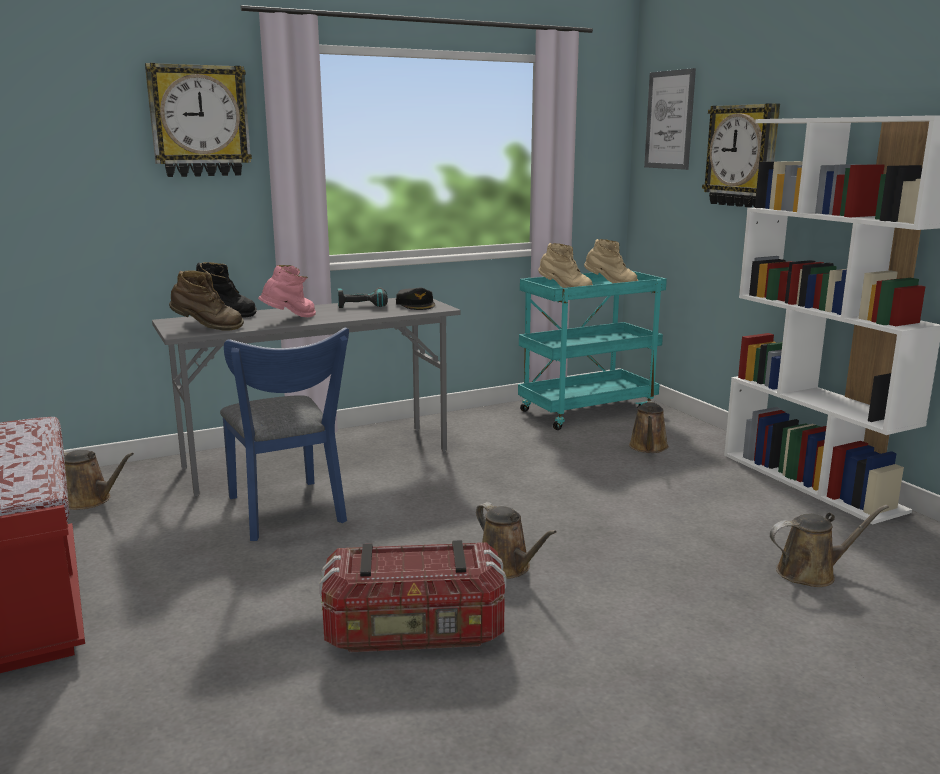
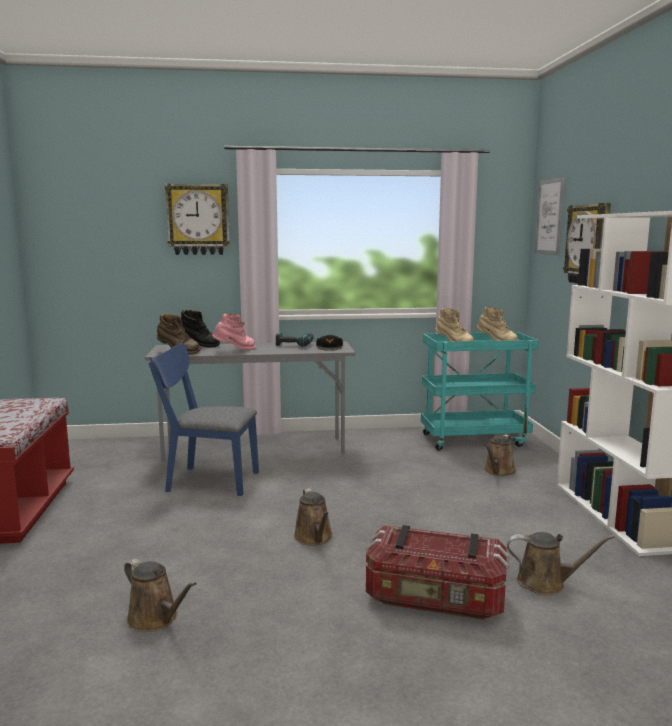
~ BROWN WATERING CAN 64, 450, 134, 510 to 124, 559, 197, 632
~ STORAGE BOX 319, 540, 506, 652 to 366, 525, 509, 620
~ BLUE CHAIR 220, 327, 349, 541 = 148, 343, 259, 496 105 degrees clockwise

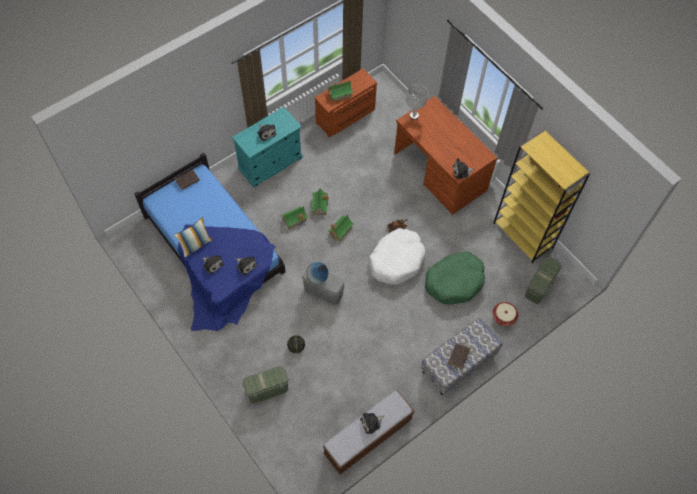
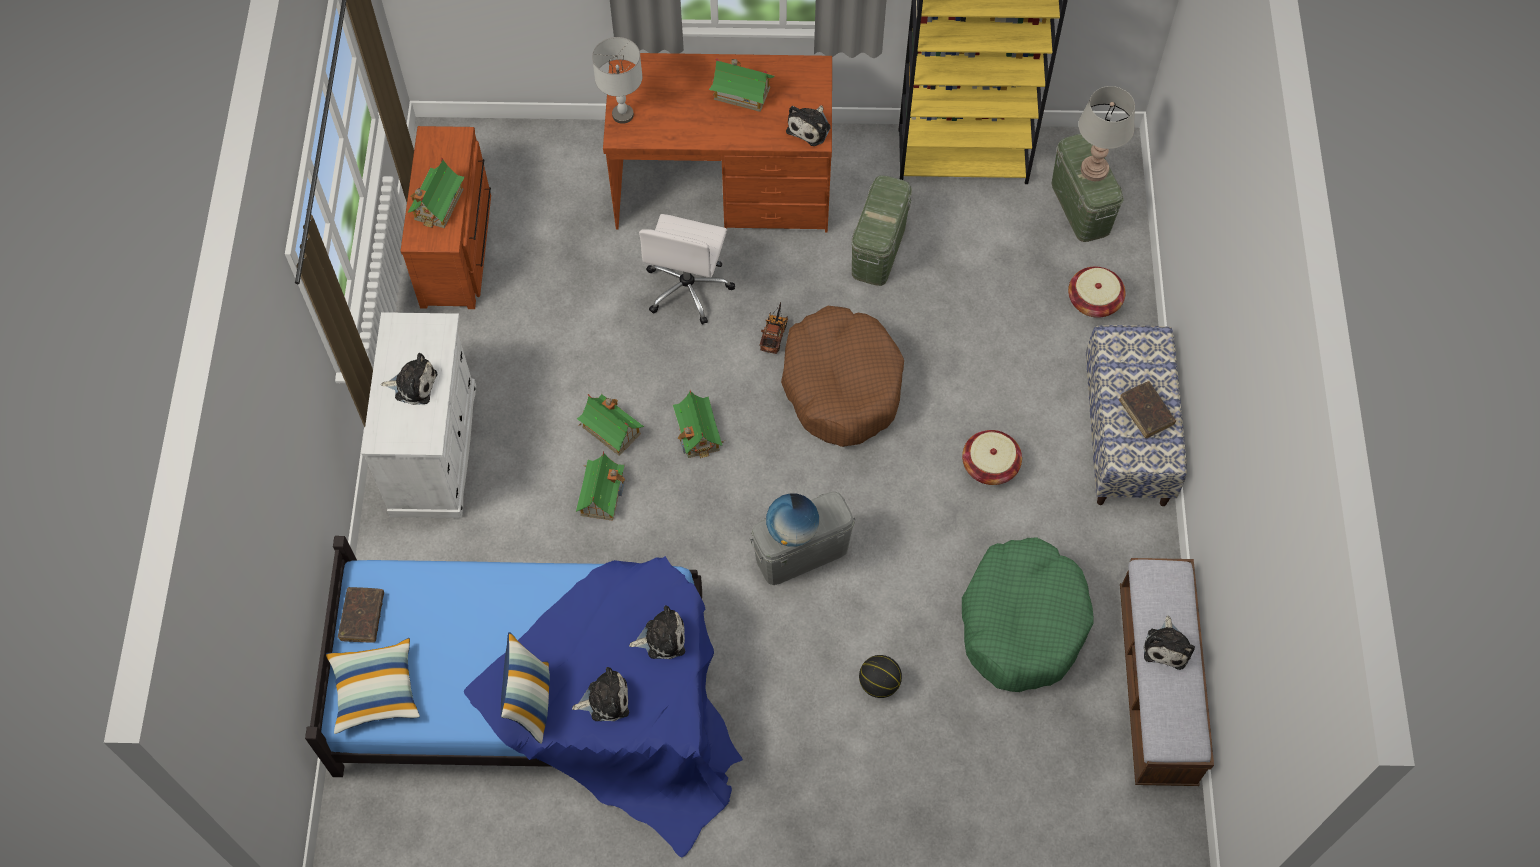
+ PILLOW 326, 638, 420, 734
+ WHITE OFFICE CHAIR 639, 214, 735, 324
+ TOY HOUSE 709, 58, 775, 112
+ BASKET 962, 430, 1022, 485
+ GREY TABLE LAMP 1078, 86, 1135, 181
~ GREEN STORAGE BOX 242, 366, 289, 404 to 851, 175, 912, 286
~ GREEN DOG BED 425, 252, 485, 305 to 962, 537, 1094, 692
~ TURQUOISE CABINET 232, 107, 303, 188 to WHITE CABINET 361, 312, 476, 518
~ WHITE DOG BED 369, 228, 426, 285 to BROWN DOG BED 781, 306, 904, 447

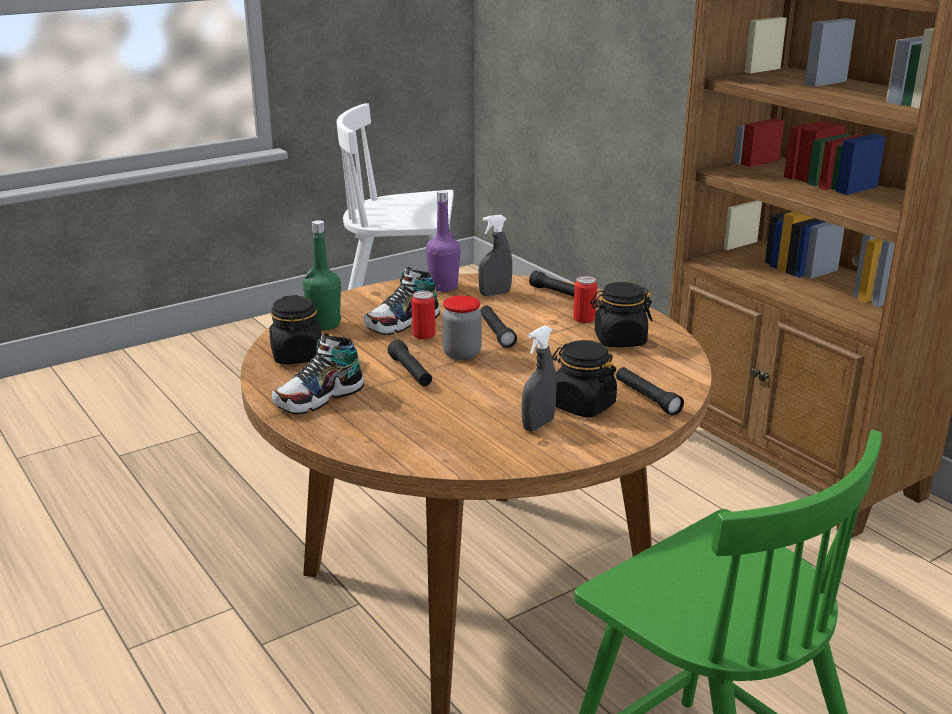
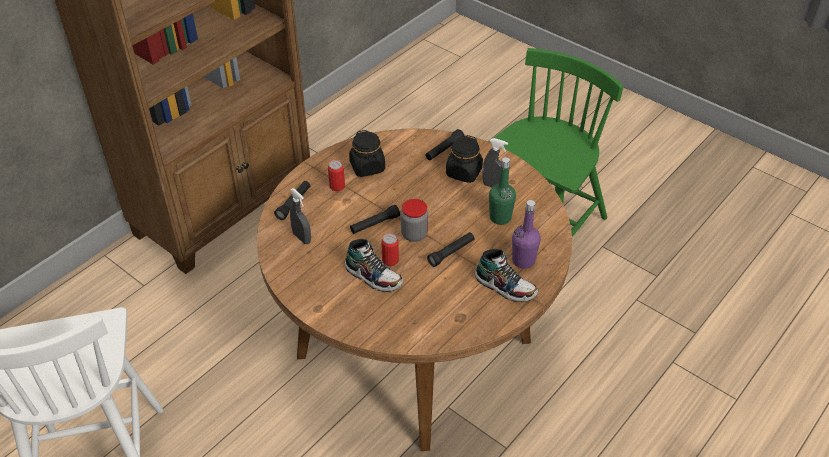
- BLACK JAR 269, 295, 322, 364
~ GREEN BOTTLE 303, 220, 341, 330 to 489, 157, 516, 225
~ PURPLE BOTTLE 426, 190, 461, 292 to 512, 200, 541, 269

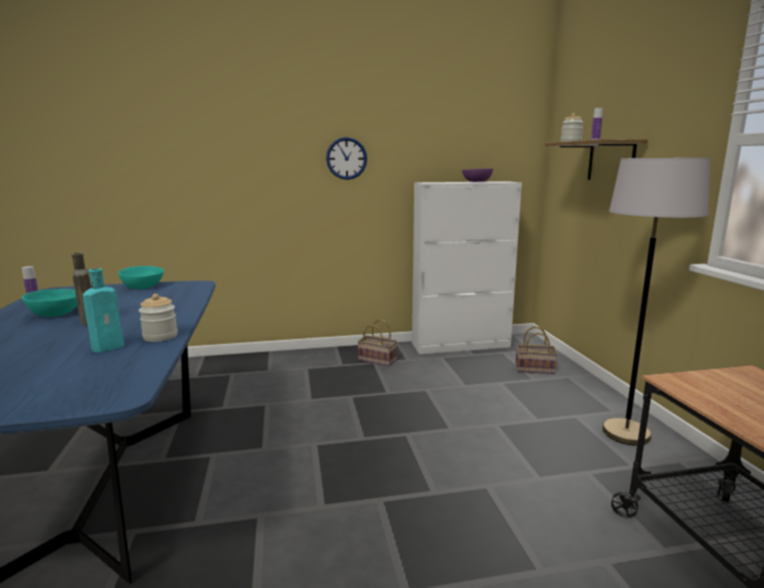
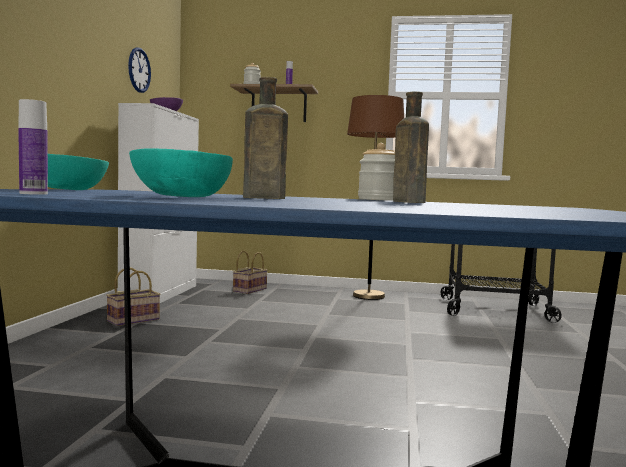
~ WALL CLOCK 326, 137, 367, 180 to 128, 47, 151, 93
~ TURQUOISE BOTTLE 83, 268, 124, 352 to BROWN BOTTLE 393, 91, 429, 203
~ GREY FLOOR LAMP 602, 158, 711, 446 to BROWN FLOOR LAMP 347, 95, 404, 300

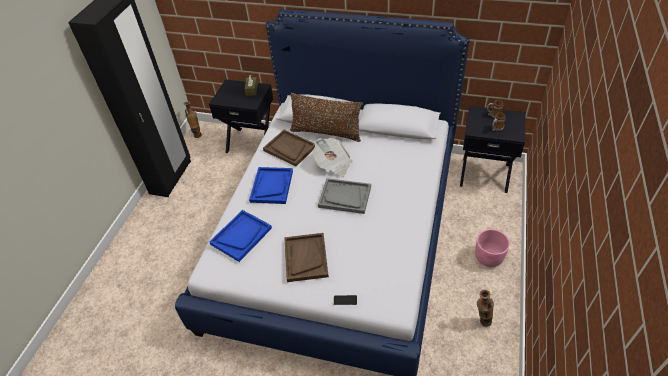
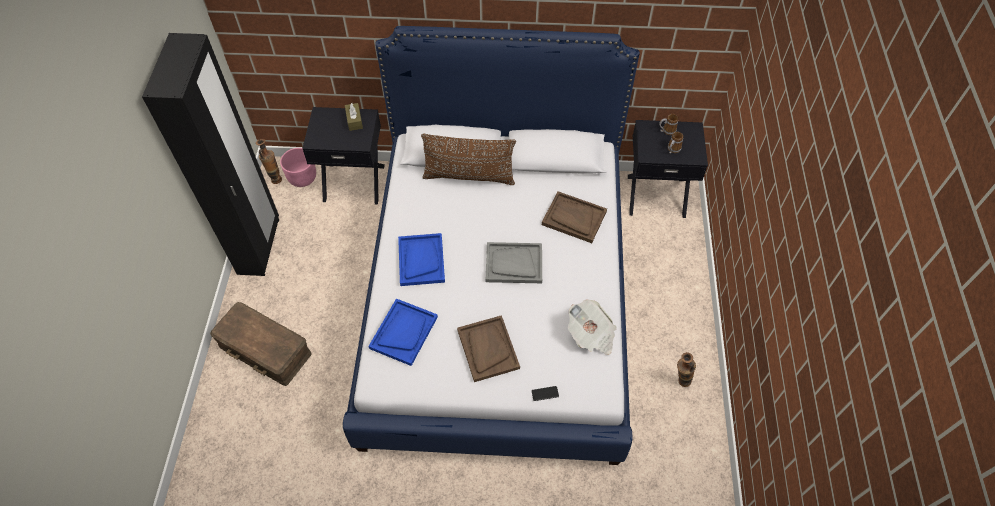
+ BROWN STORAGE BOX 210, 302, 312, 386
~ BROWN TRAY 263, 130, 315, 167 to 542, 191, 607, 243
~ NEWSPAPER 312, 138, 352, 177 to 568, 299, 617, 355
~ PINK PLANTER 475, 229, 510, 267 to 280, 148, 316, 187

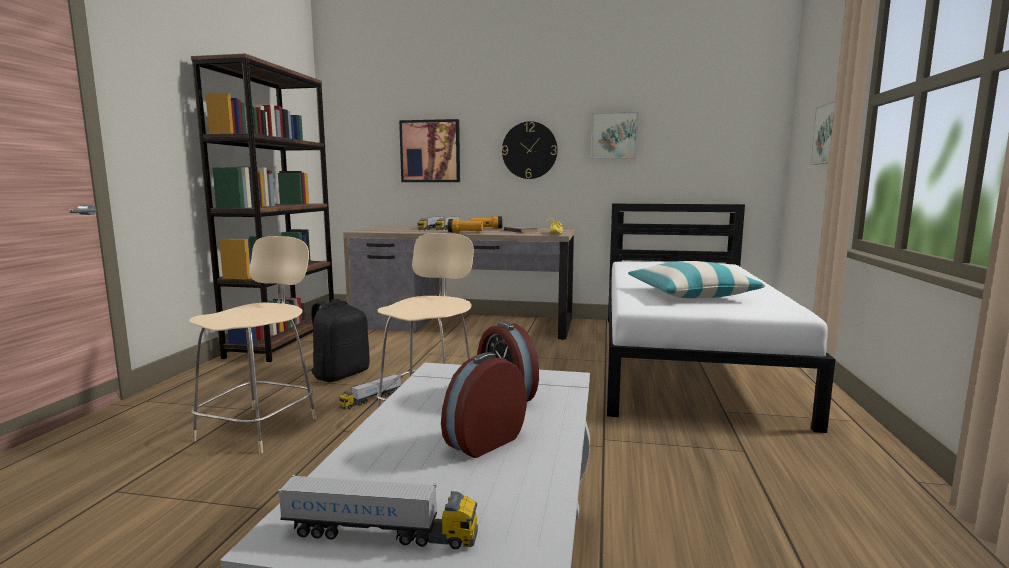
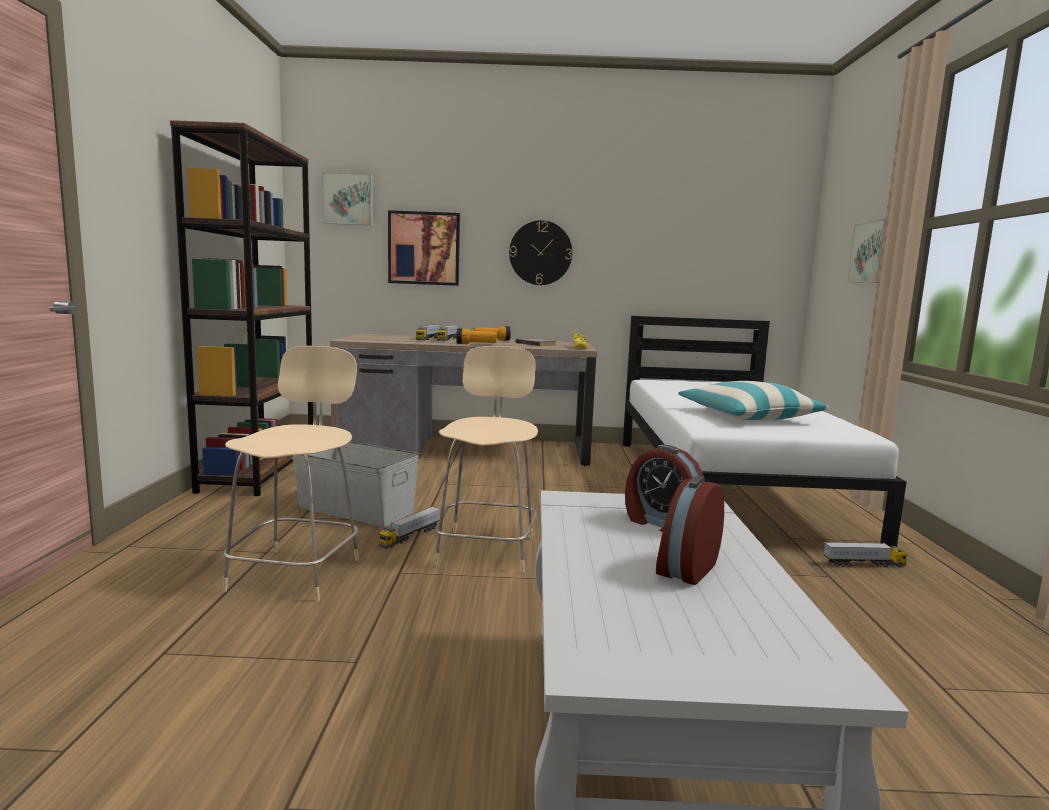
~ TOY TRUCK 278, 475, 478, 549 to 823, 542, 908, 567
~ PICTURE 591, 112, 638, 159 to 322, 172, 373, 225
~ BLACK BACKPACK 311, 299, 370, 382 to GREY STORAGE BOX 292, 441, 419, 527

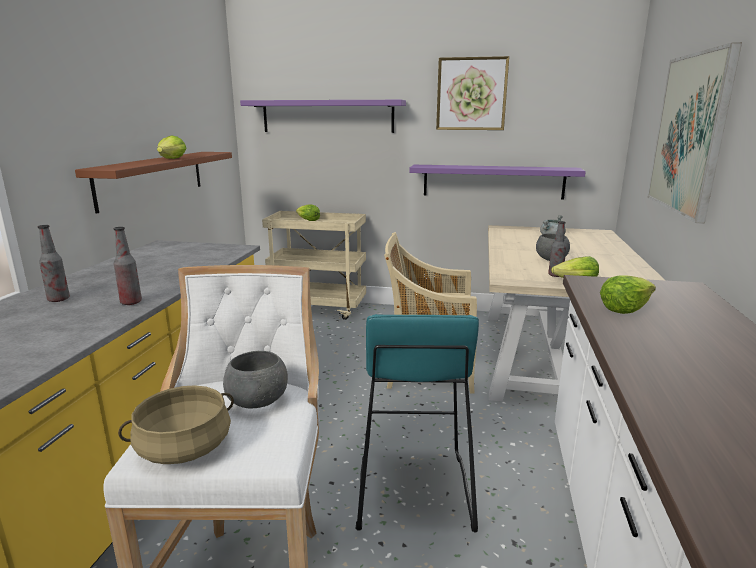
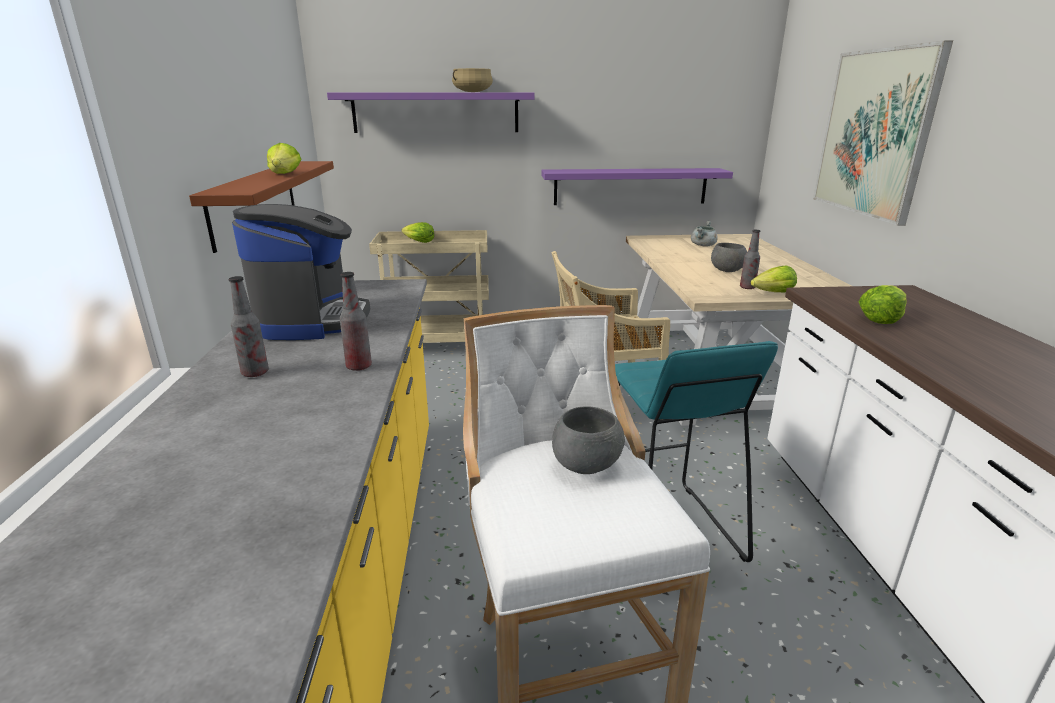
- PICTURE 436, 56, 509, 130
+ COFFEE MACHINE 232, 204, 370, 340
~ BEIGE COOKING POT 118, 385, 234, 464 to 452, 68, 493, 92

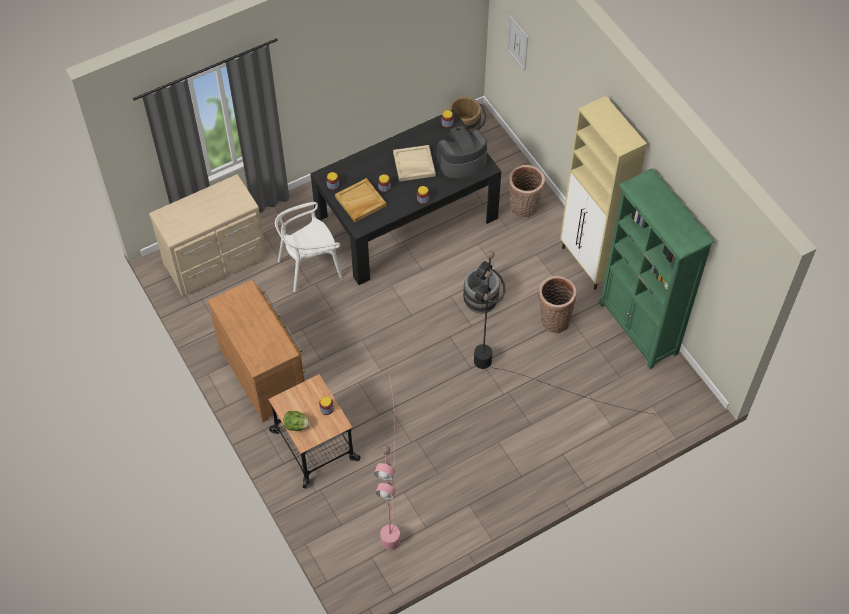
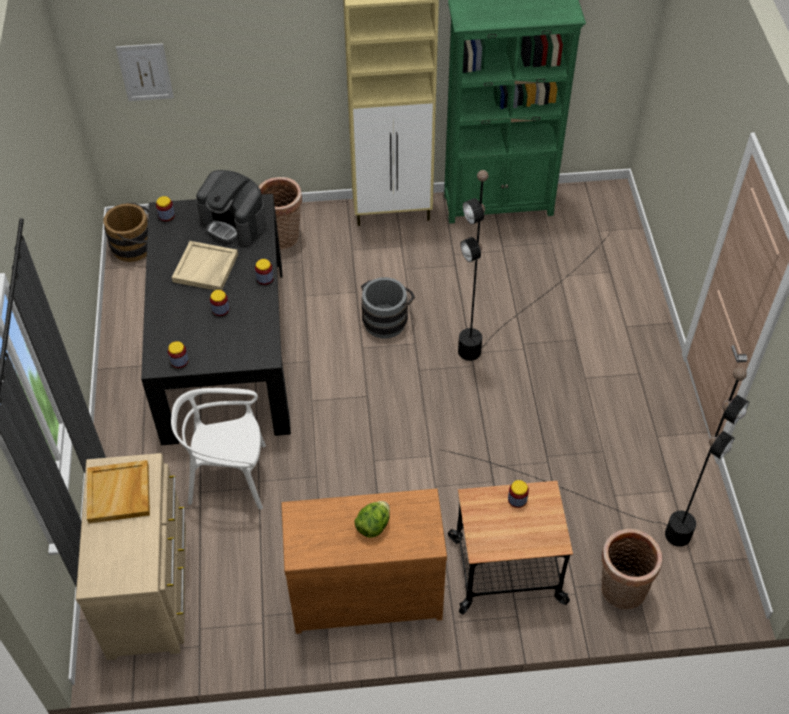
~ LETTUCE 283, 411, 310, 431 to 354, 501, 390, 538
~ BEIGE TRAY 335, 178, 387, 222 to 87, 460, 150, 523
~ BASKET 538, 276, 577, 333 to 601, 529, 663, 609
~ PINK FLOOR LAMP 374, 375, 400, 550 to BLACK FLOOR LAMP 442, 367, 749, 547
~ WHITE CHAIR 275, 202, 343, 292 = 171, 388, 266, 510 90 degrees clockwise
~ COFFEE MACHINE 437, 126, 488, 178 = 196, 170, 266, 245 60 degrees counterclockwise

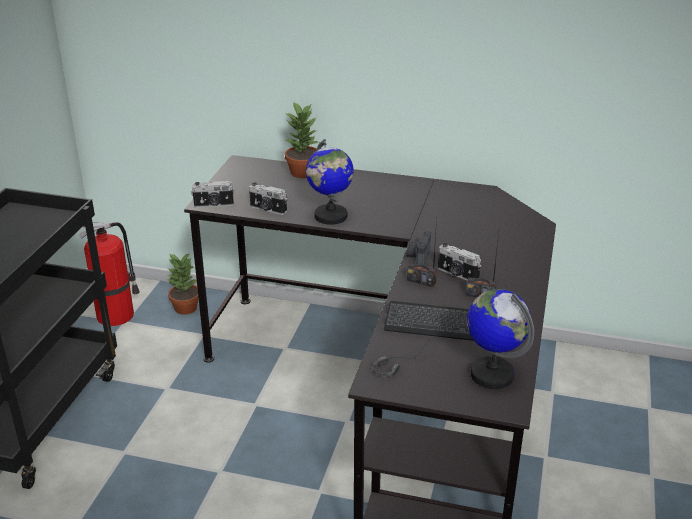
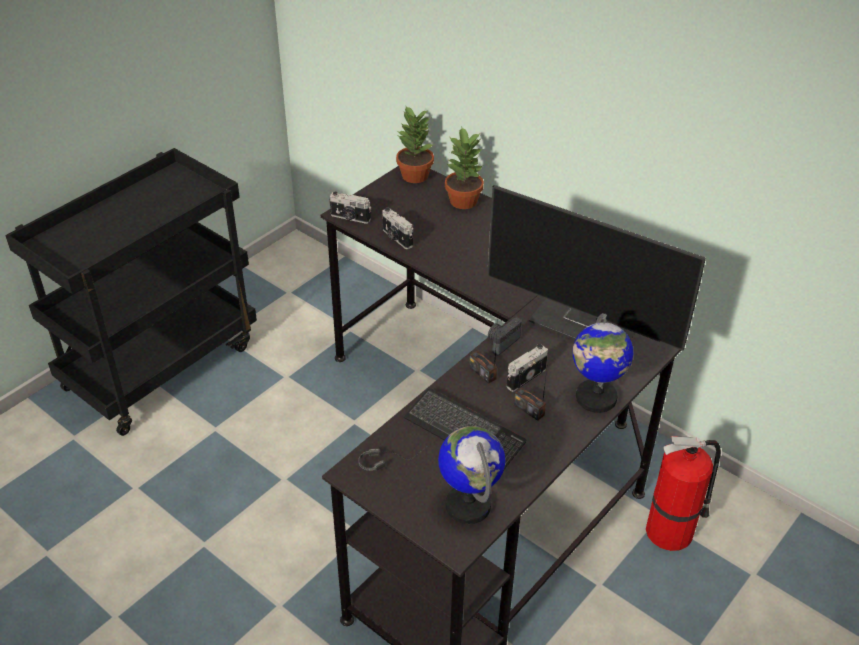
+ MONITOR 487, 185, 706, 351
~ FIRE EXTINGUISHER 79, 222, 140, 326 to 646, 436, 721, 551
~ POTTED PLANT 166, 253, 199, 315 to 396, 106, 434, 183
~ GLOBE 306, 139, 354, 225 to 572, 313, 633, 413
~ PHOTO CAMERA 438, 243, 481, 280 = 507, 344, 548, 392 75 degrees clockwise

